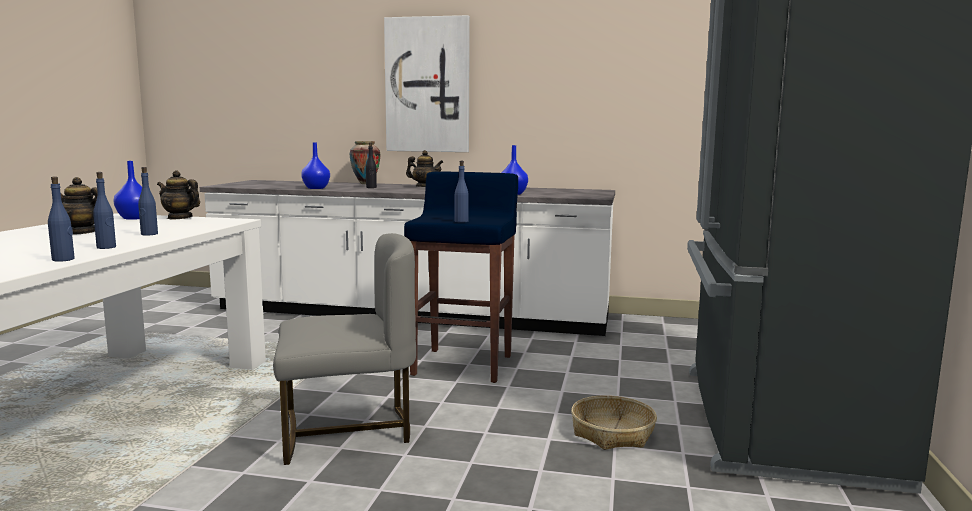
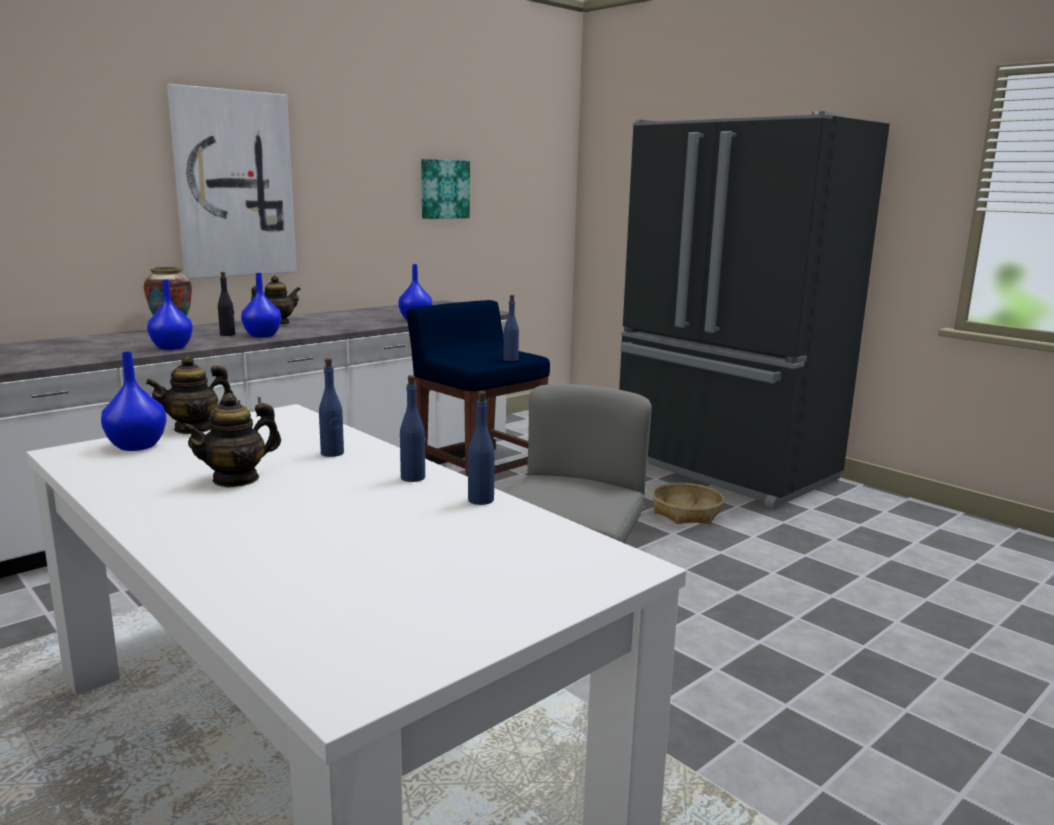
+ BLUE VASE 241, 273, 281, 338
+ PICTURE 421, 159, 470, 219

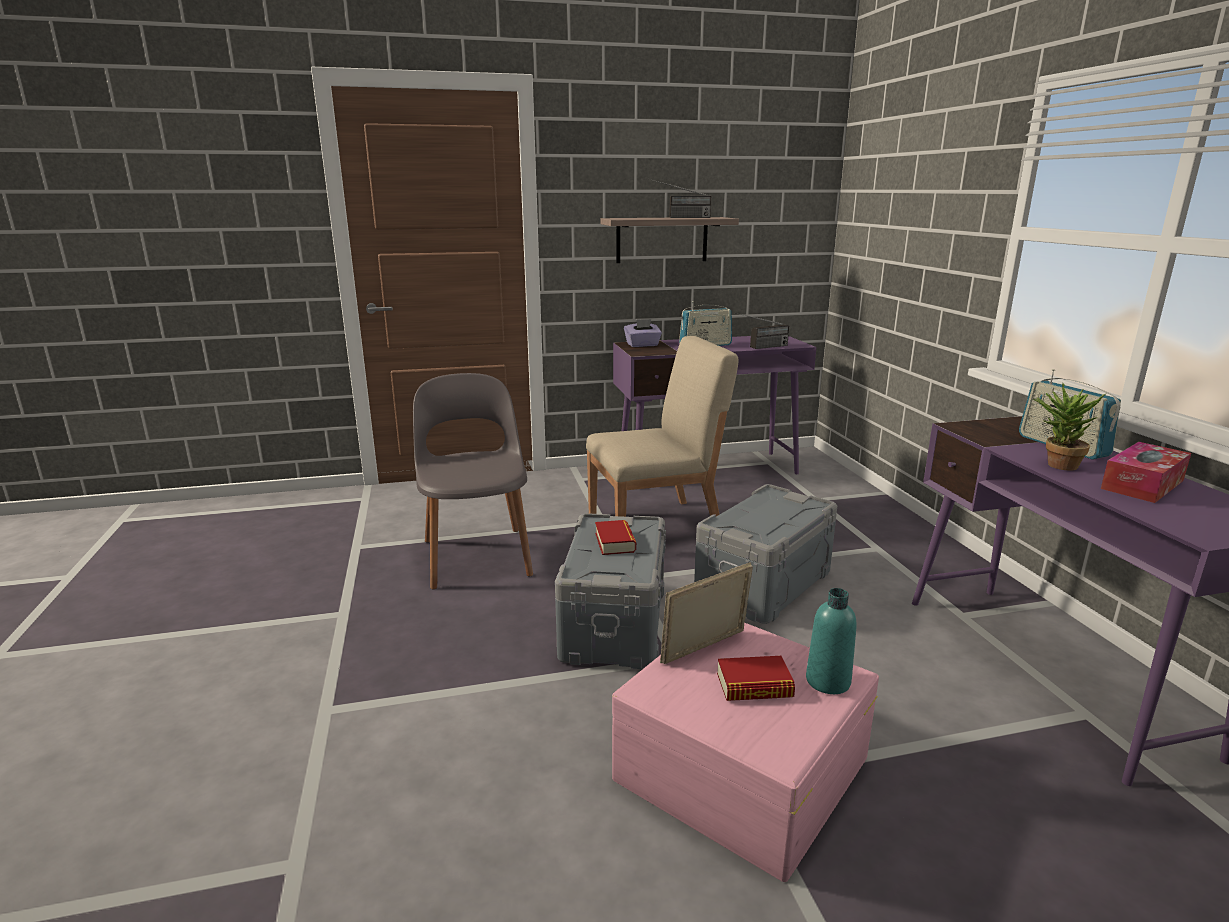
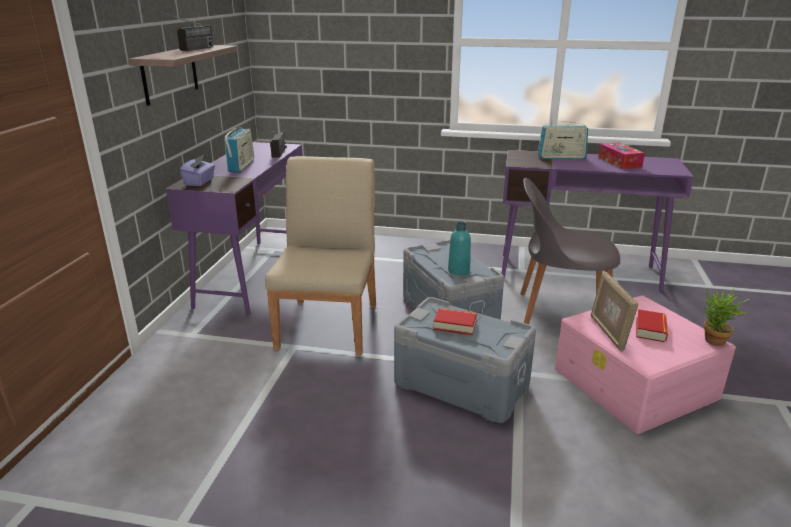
~ GREY CHAIR 413, 373, 533, 589 to 520, 178, 620, 324
~ TURQUOISE BOTTLE 806, 588, 857, 694 to 448, 222, 471, 275
~ POTTED PLANT 1033, 383, 1105, 471 to 704, 289, 750, 346

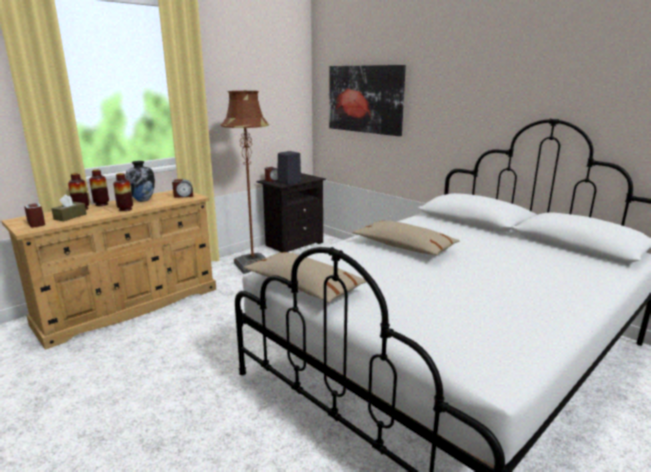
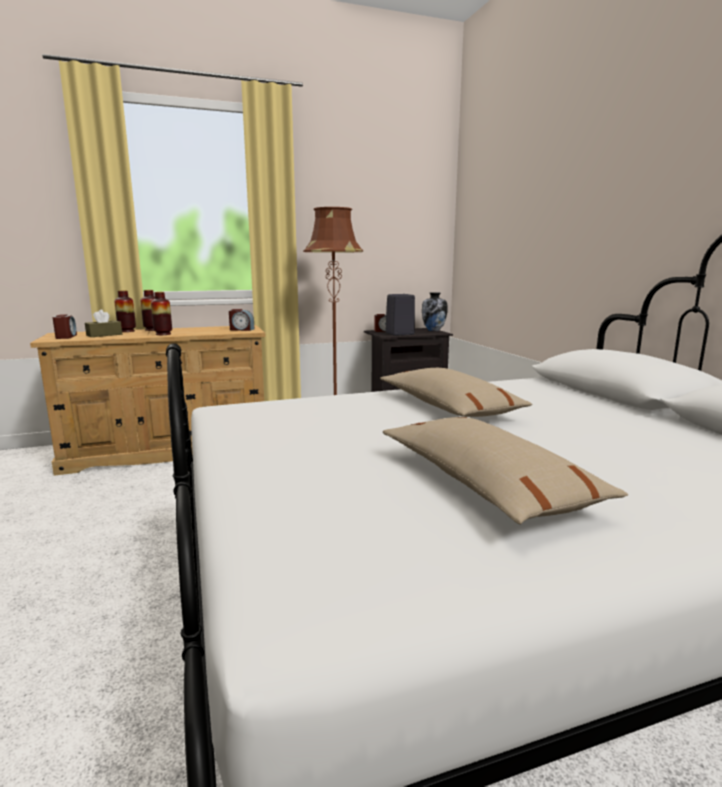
- PICTURE 329, 65, 406, 136
~ VASE 126, 161, 155, 202 to 422, 292, 447, 331
~ BEIGE PILLOW 243, 252, 366, 303 to 383, 417, 628, 524

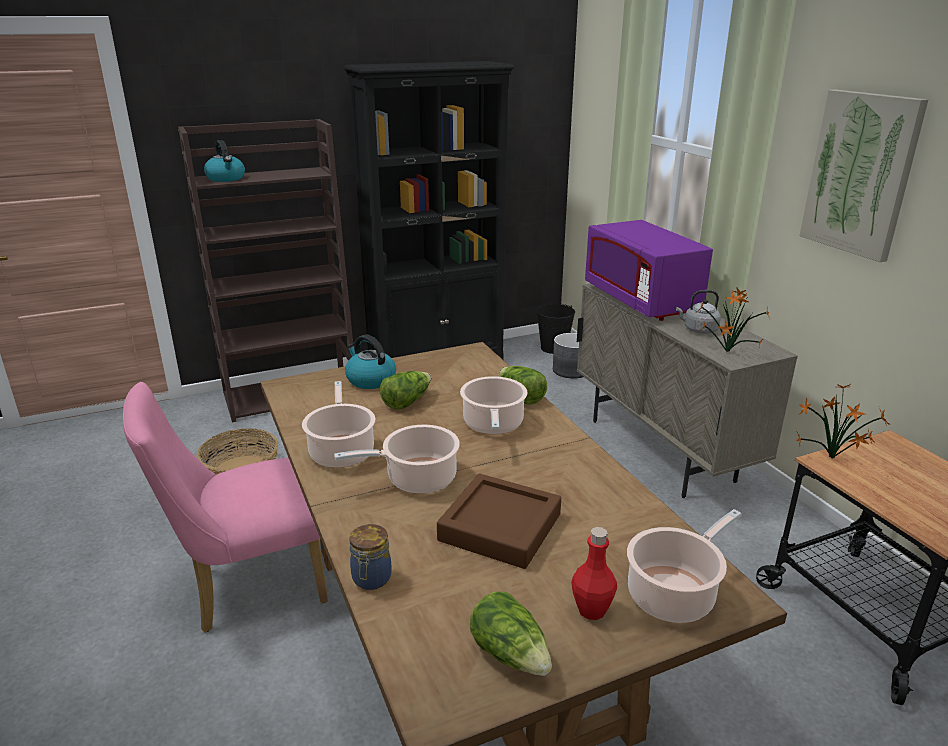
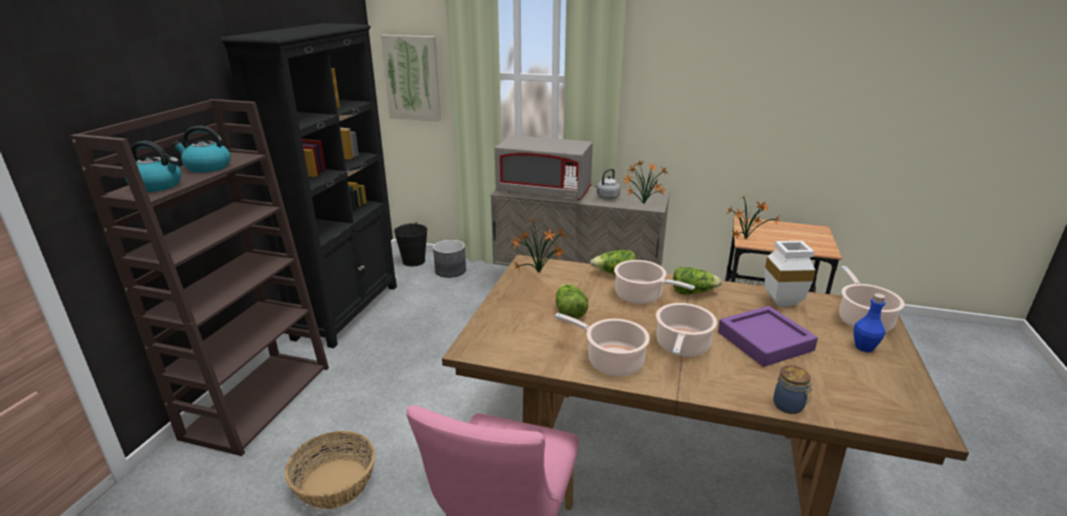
+ POTTED PLANT 511, 218, 567, 273
+ WHITE VASE 765, 241, 816, 307
~ KETTLE 345, 335, 396, 389 to 172, 126, 231, 173
~ LETTUCE 470, 592, 552, 676 to 673, 267, 722, 295
~ PICTURE 799, 89, 929, 262 to 381, 35, 441, 122
~ BROWN TRAY 437, 474, 561, 569 to PURPLE TRAY 718, 306, 818, 367
~ RED BOTTLE 571, 527, 617, 620 to BLUE BOTTLE 854, 293, 885, 352
~ PURPLE MICROWAVE 585, 220, 713, 321 to GREY MICROWAVE 495, 135, 593, 200

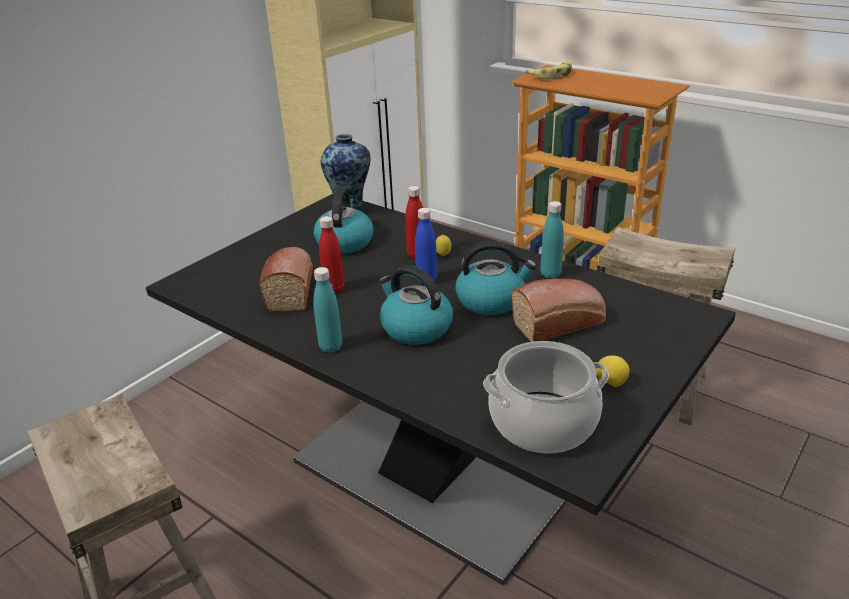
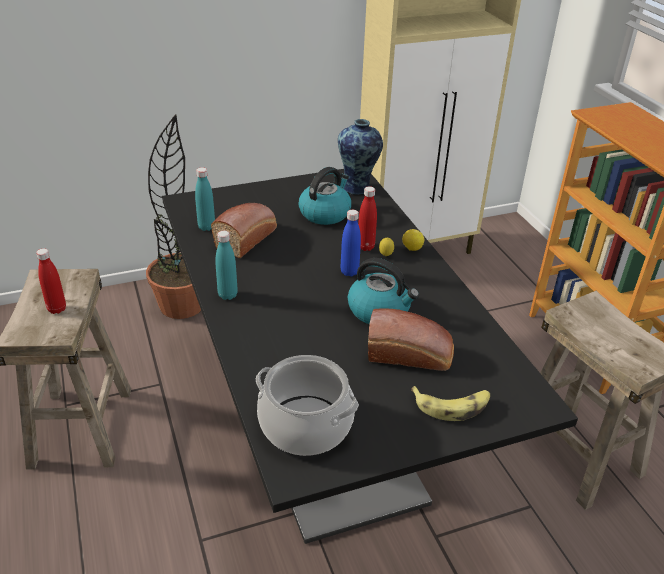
- KETTLE 379, 265, 453, 345
+ POTTED PLANT 146, 114, 201, 319
~ RED BOTTLE 319, 216, 344, 294 to 36, 249, 66, 314
~ BANANA 526, 62, 572, 79 to 411, 386, 490, 421
~ TURQUOISE BOTTLE 540, 201, 564, 279 to 195, 167, 215, 231
~ LEMON 596, 355, 629, 387 to 402, 229, 424, 251

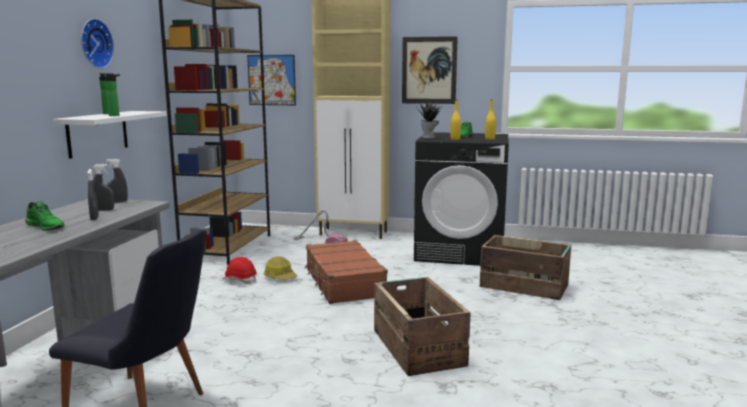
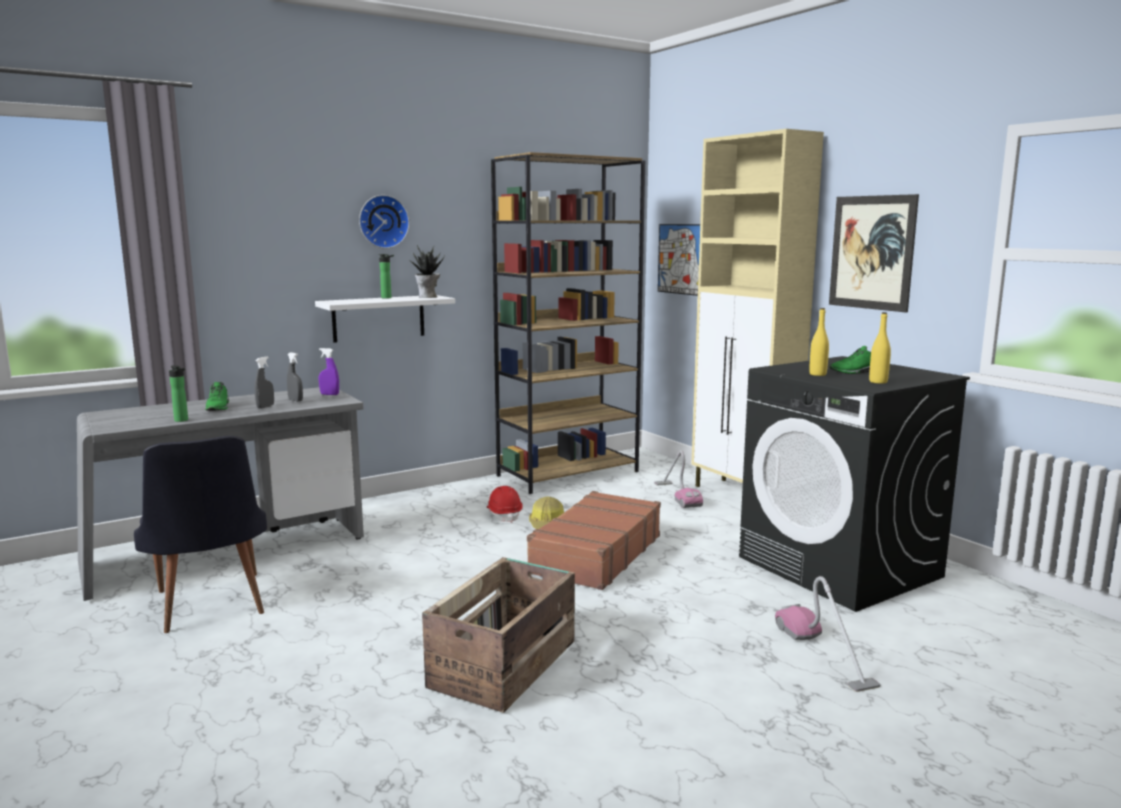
~ BOTTLE 105, 73, 120, 116 to 169, 365, 188, 422
~ POTTED PLANT 417, 99, 442, 139 to 411, 245, 445, 298
~ CRATE 480, 235, 571, 300 to VACUUM CLEANER 775, 576, 881, 692
~ GREY SPRAY BOTTLE 106, 159, 128, 203 to PURPLE SPRAY BOTTLE 319, 348, 339, 395

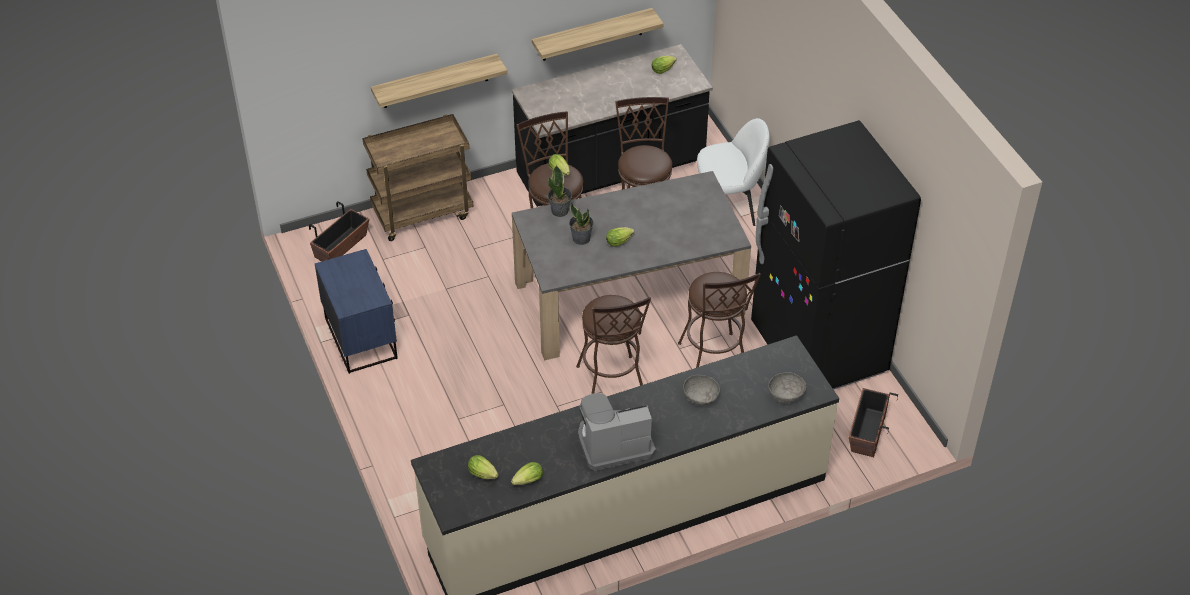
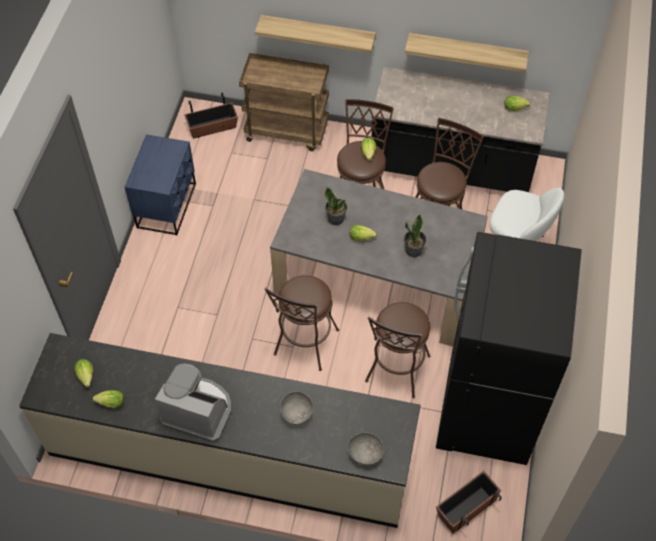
~ POTTED PLANT 548, 165, 572, 217 to 404, 214, 427, 257

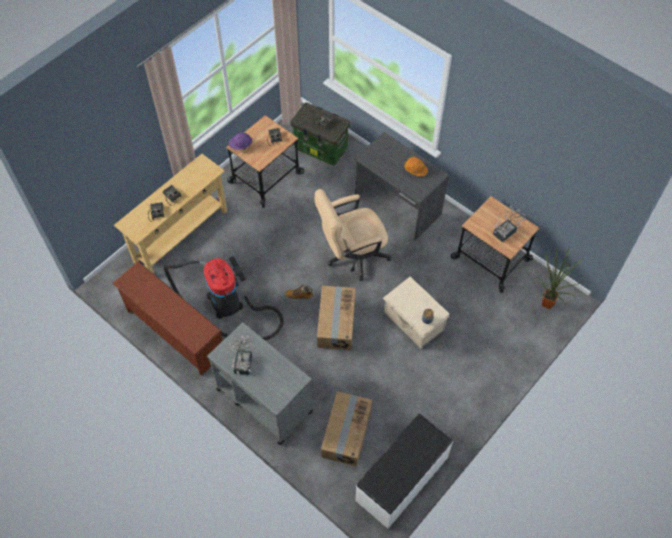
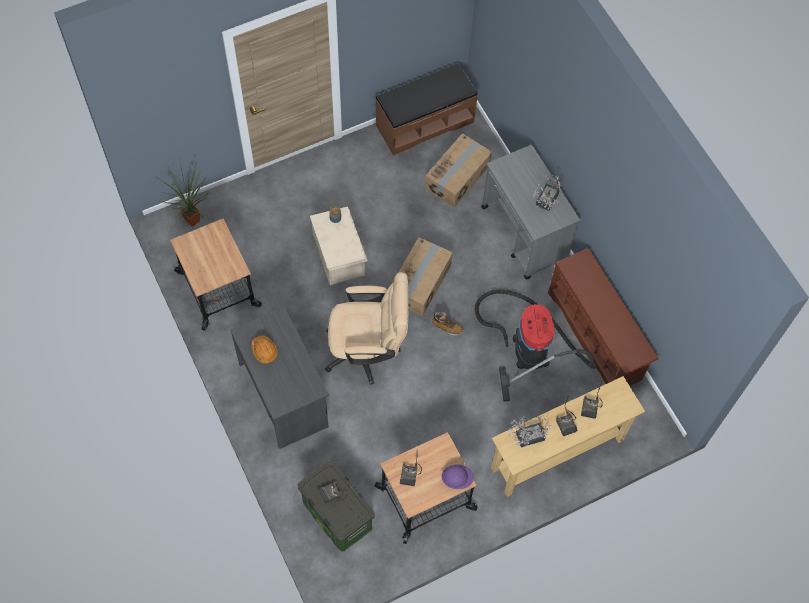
~ POTTED PLANT 493, 205, 526, 242 to 508, 415, 552, 447
~ WHITE BENCH 355, 414, 453, 529 to BROWN BENCH 375, 63, 478, 155

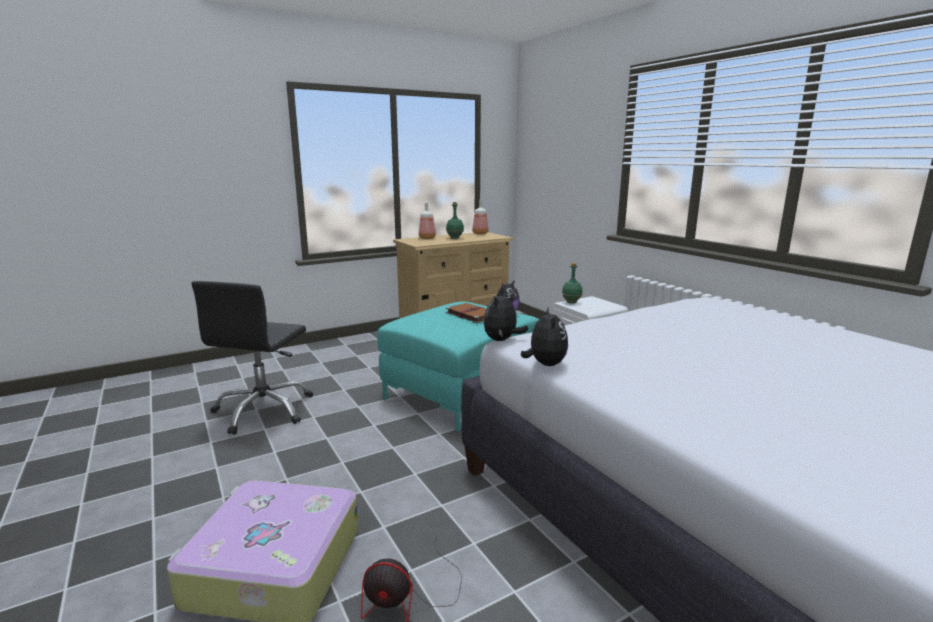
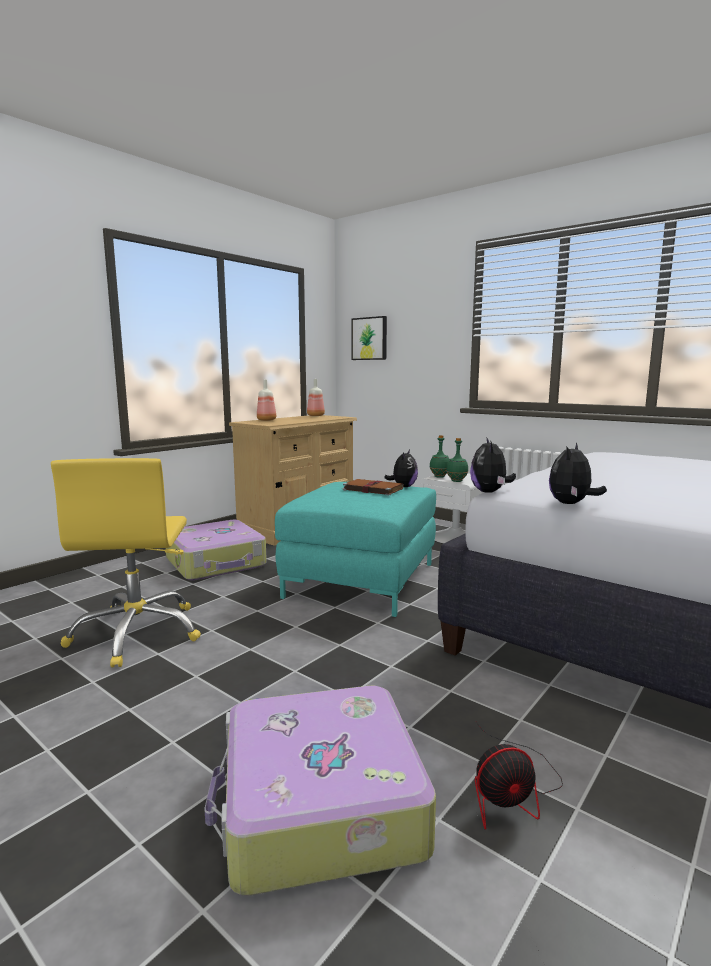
+ SUITCASE 166, 520, 267, 581
+ PICTURE 351, 316, 387, 360
~ GREEN BOTTLE 446, 202, 464, 239 to 446, 438, 468, 482
~ BLACK OFFICE CHAIR 191, 281, 313, 435 to YELLOW OFFICE CHAIR 51, 458, 201, 667
~ PLUSH TOY 521, 306, 568, 366 = 549, 443, 607, 504 120 degrees counterclockwise

